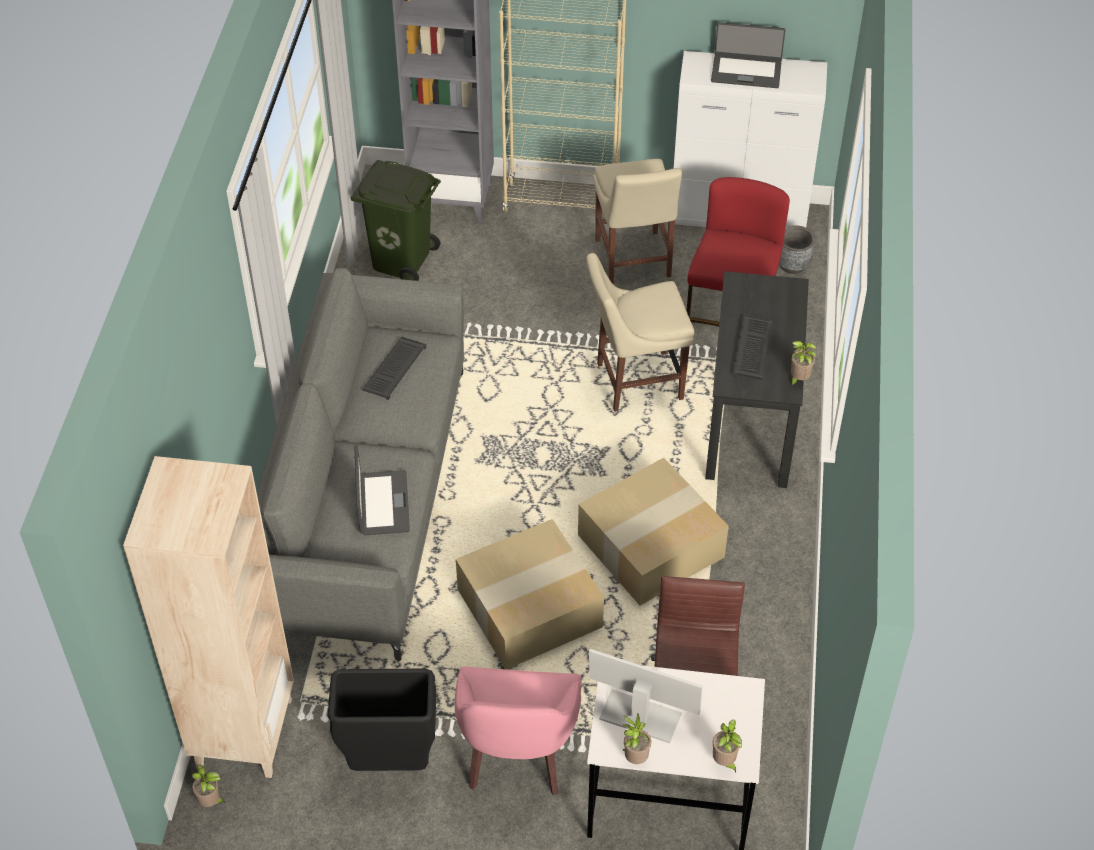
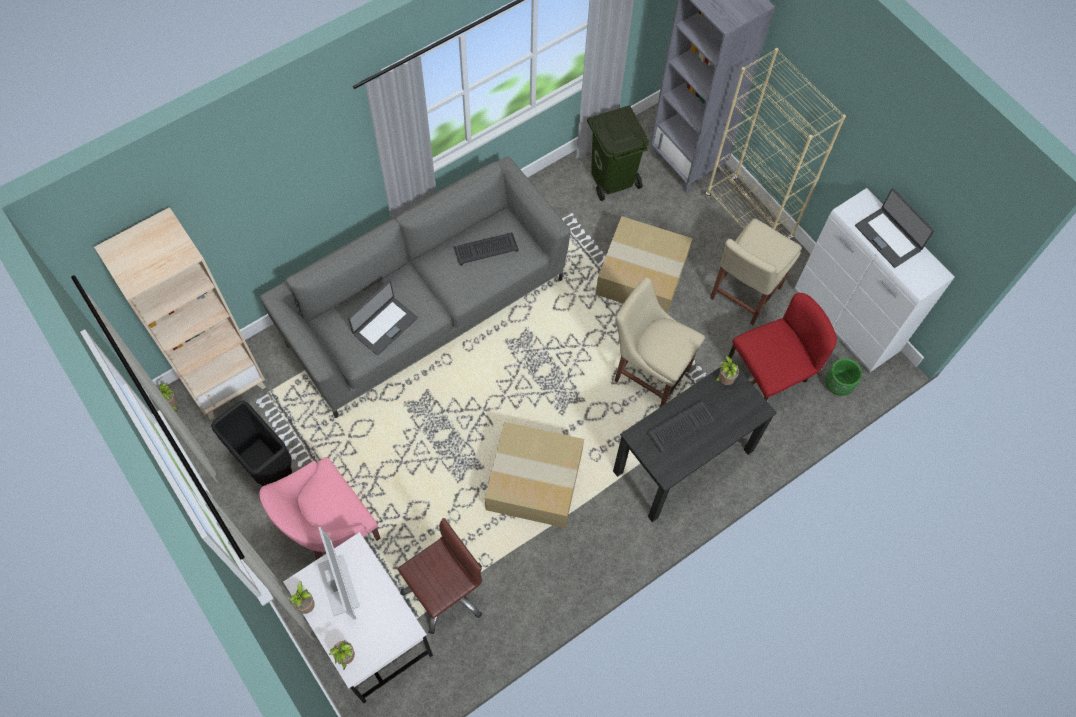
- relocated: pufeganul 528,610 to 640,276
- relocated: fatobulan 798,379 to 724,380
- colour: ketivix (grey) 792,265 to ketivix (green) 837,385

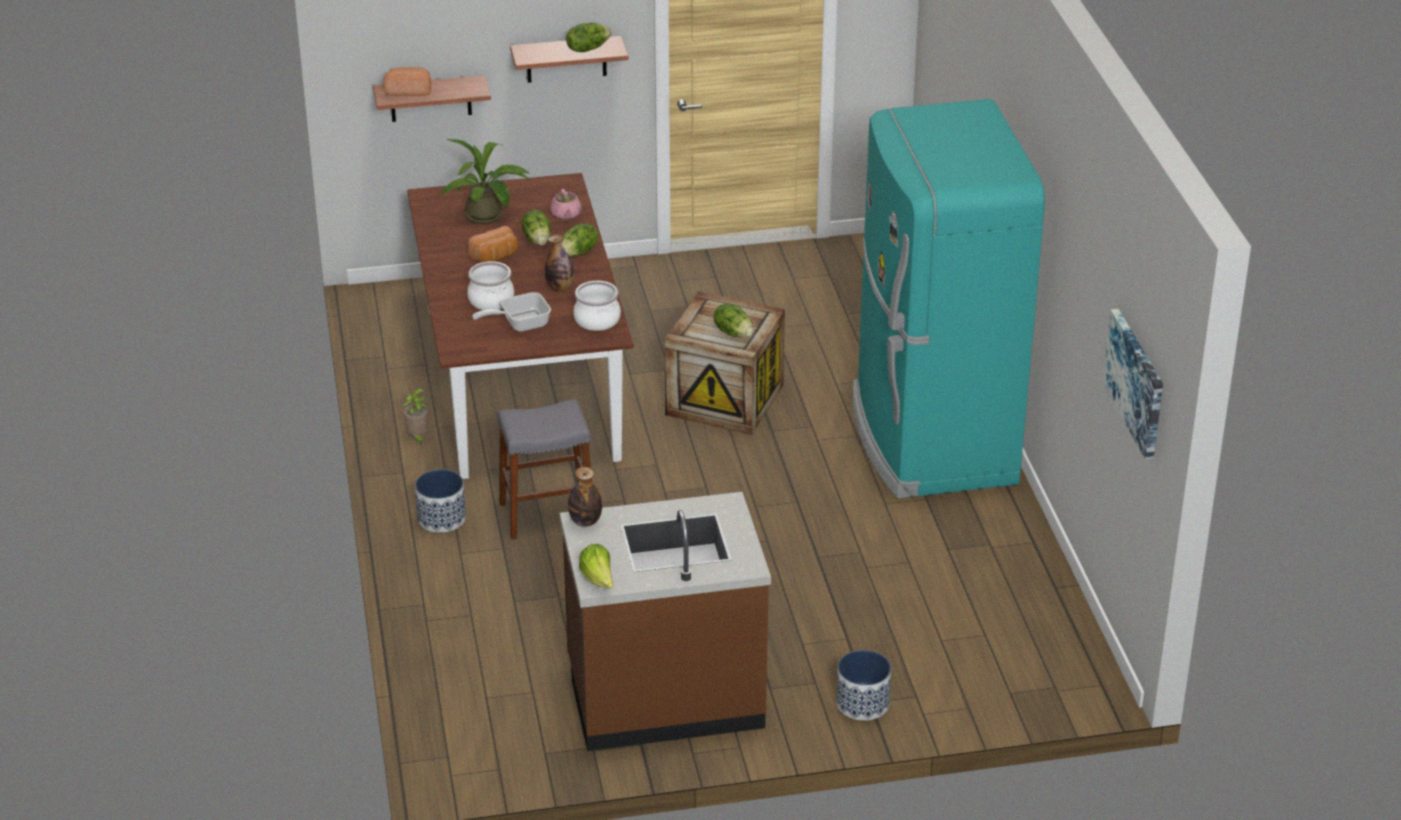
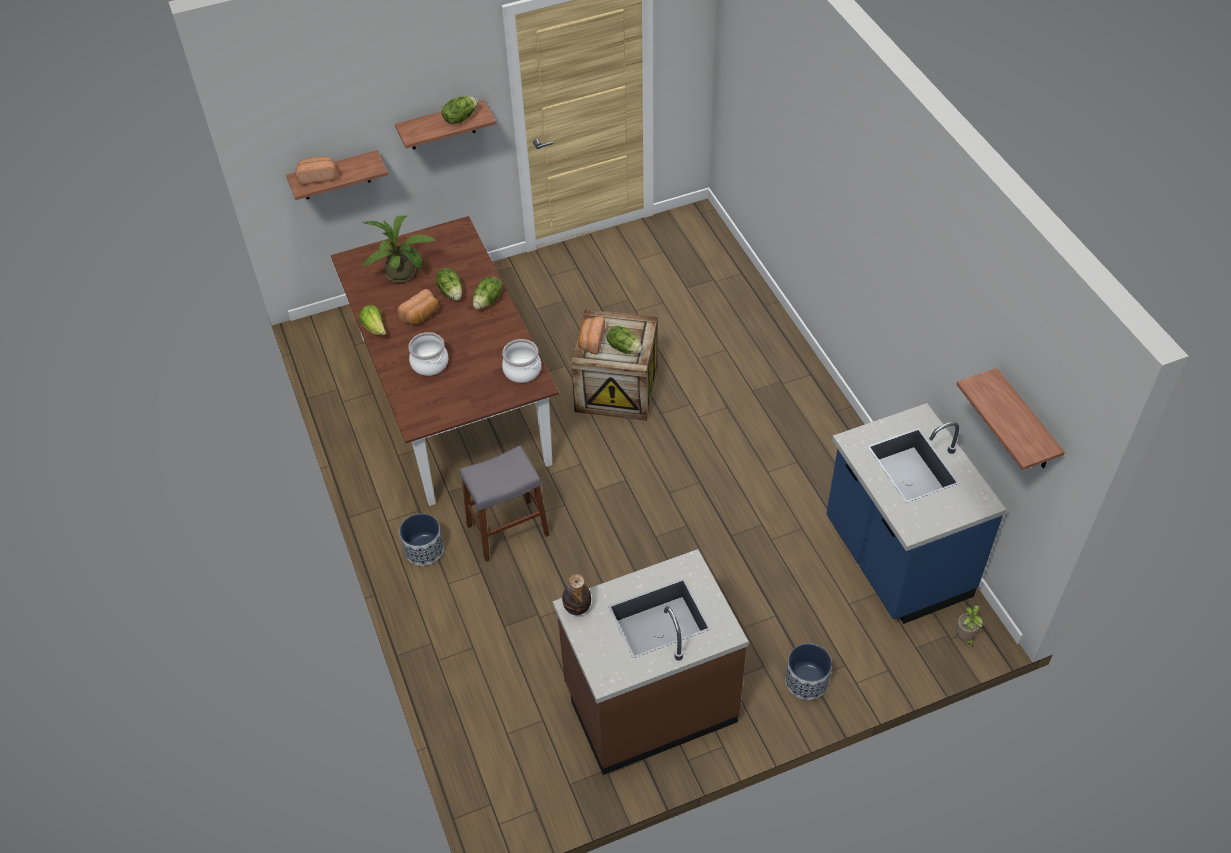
- missing: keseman 519,324
- missing: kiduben 560,287
- missing: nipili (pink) 566,214
- missing: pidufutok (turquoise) 930,439
- appeared: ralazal 591,341
- appeared: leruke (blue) 895,560
- relocated: fatobulan 417,437 to 964,638
- relocated: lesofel 598,579 to 375,328
- exchanged: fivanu 1136,382 to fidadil 1025,423

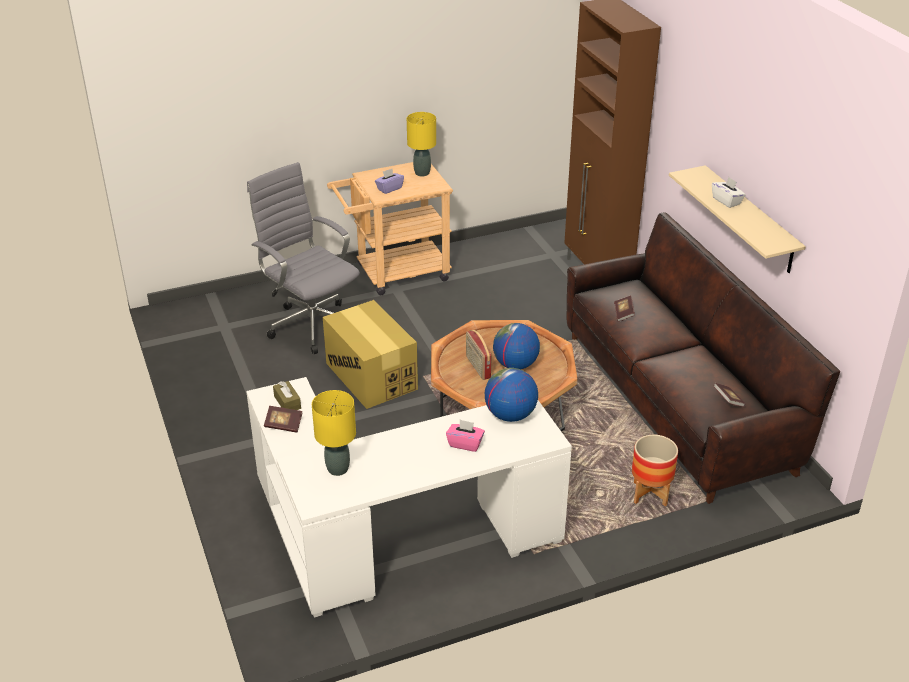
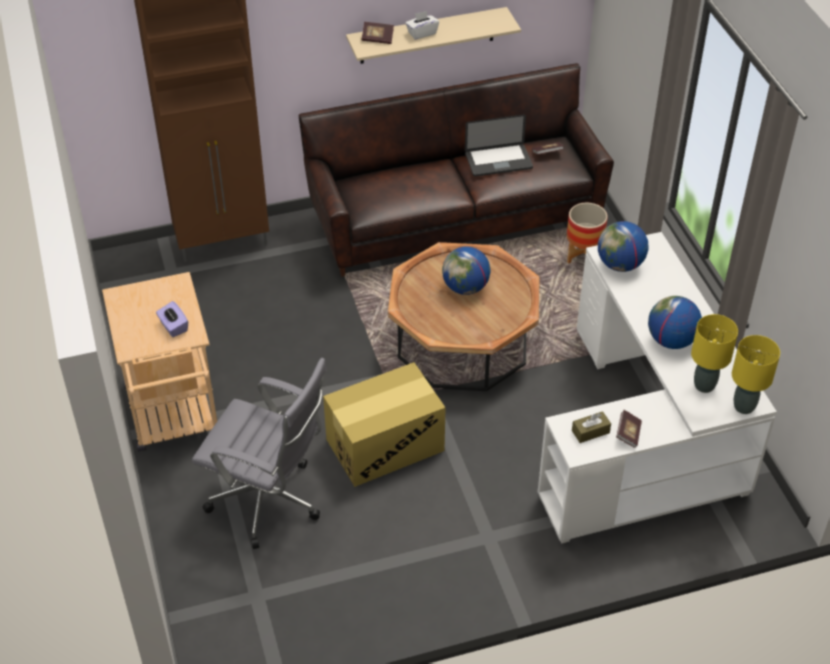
- missing: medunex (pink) 465,444
- missing: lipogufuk 477,367
- appeared: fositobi 498,161
- appeared: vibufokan 671,340
- relocated: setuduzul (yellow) 422,173 to 743,407
- relocated: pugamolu 623,314 to 377,39
- spun: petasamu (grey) 310,324 = 270,502 120 degrees counterclockwise

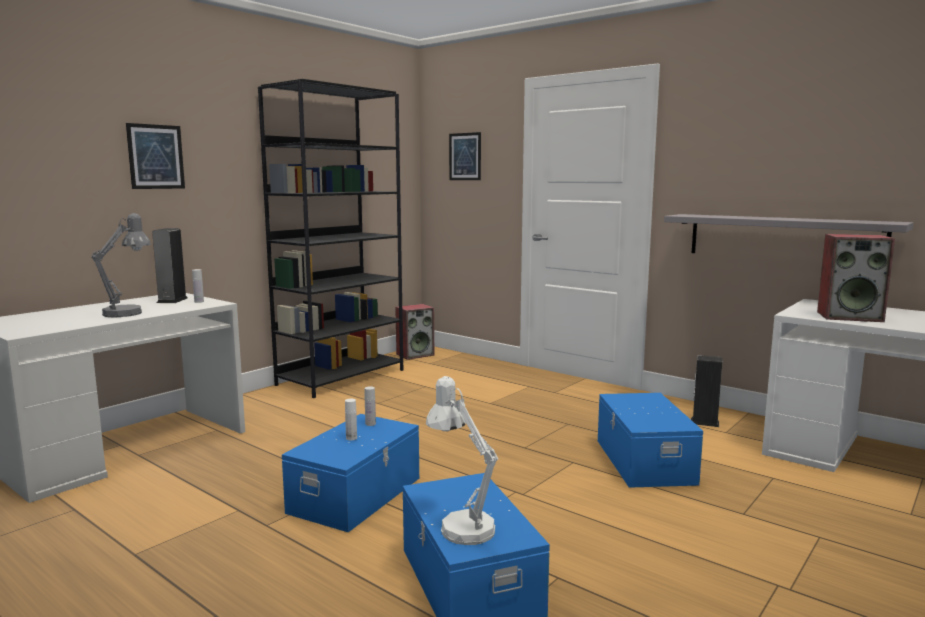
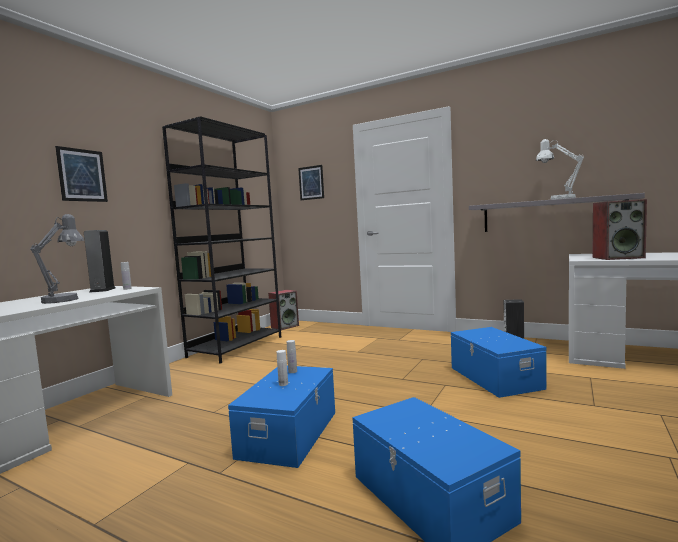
- relocated: setuduzul (white) 461,525 to 557,199

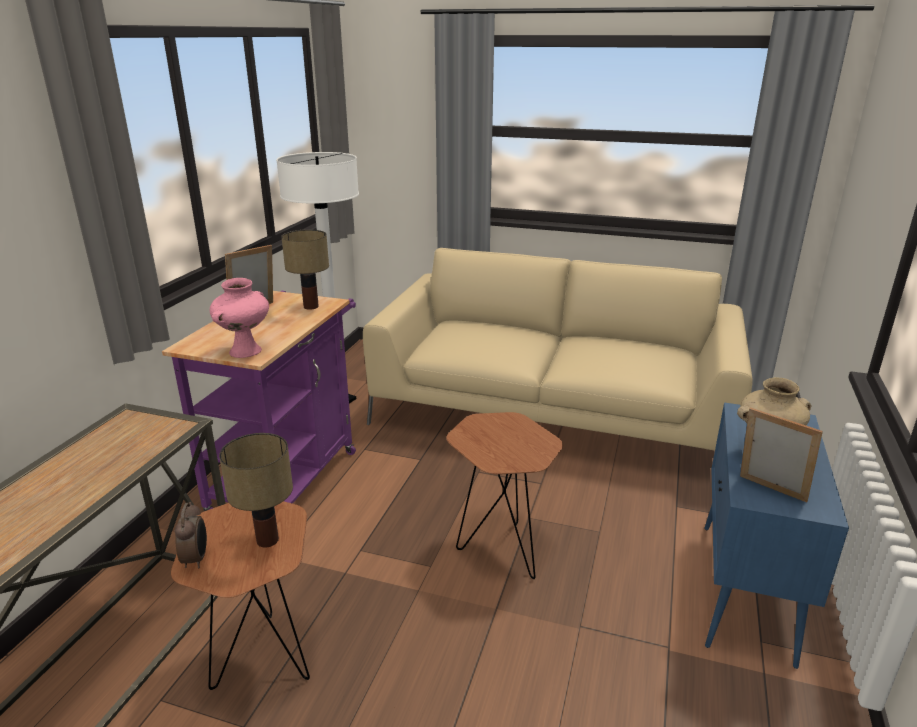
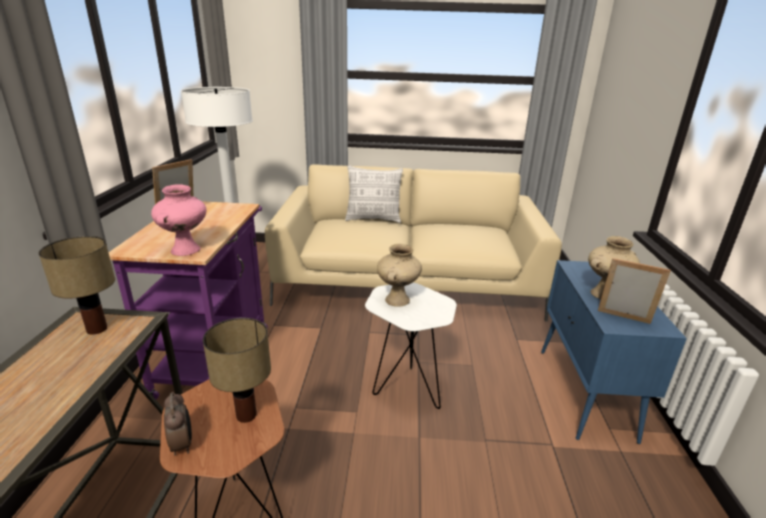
- appeared: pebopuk 373,219
- appeared: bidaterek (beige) 398,300
- relocated: setuduzul 311,306 to 98,328
- colour: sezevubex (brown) 500,548 to sezevubex (white) 405,388

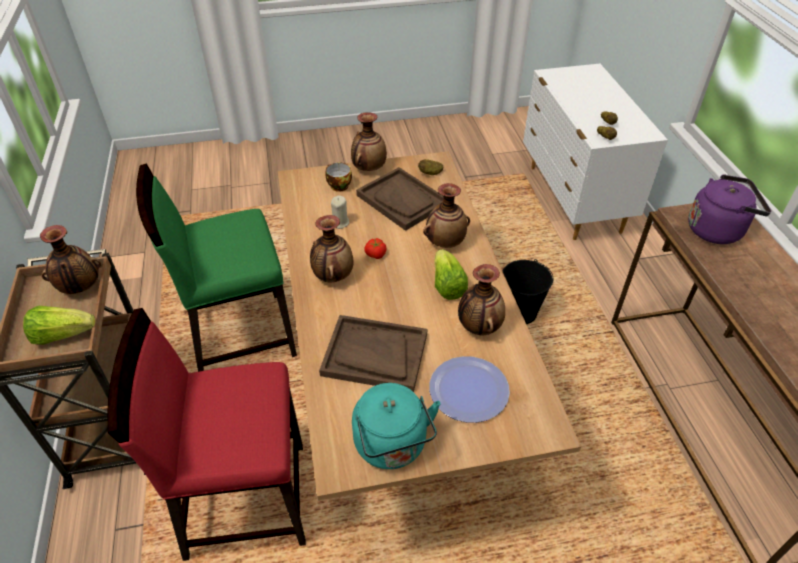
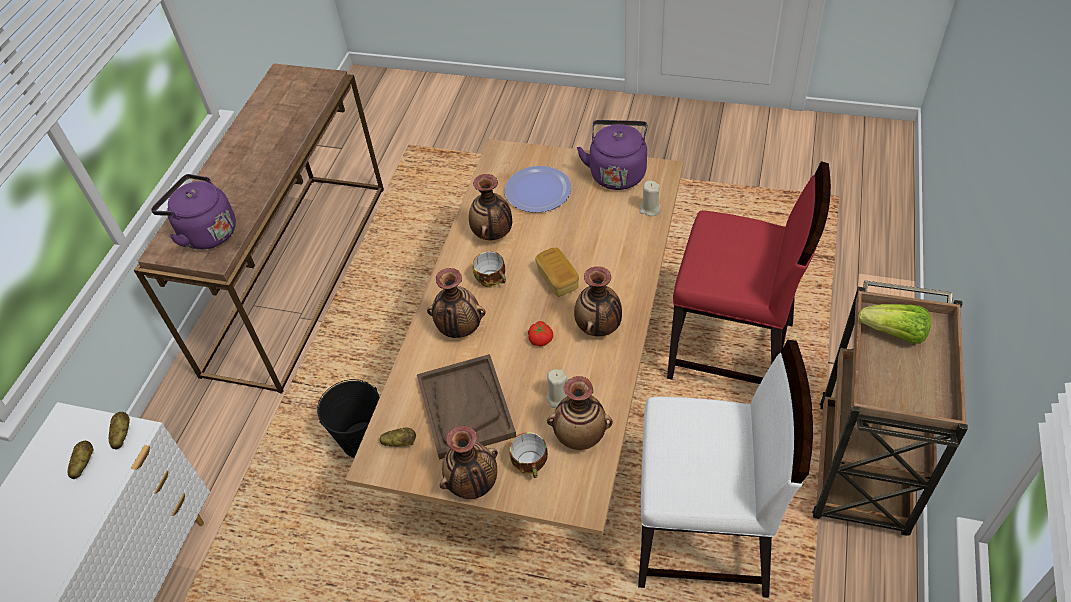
- missing: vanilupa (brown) 374,355
- appeared: ralazal 557,279
- appeared: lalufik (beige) 650,209
- relocated: bidaterek 80,288 to 580,436
- exchanged: lesofel 447,286 to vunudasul 492,279
- colour: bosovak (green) 239,336 to bosovak (white) 704,538
- colour: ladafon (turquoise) 392,447 to ladafon (purple) 617,172

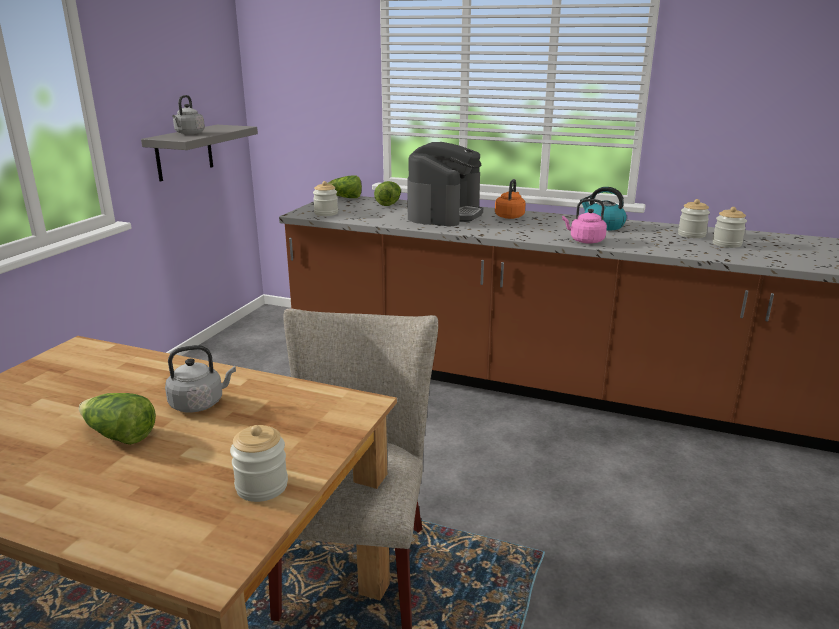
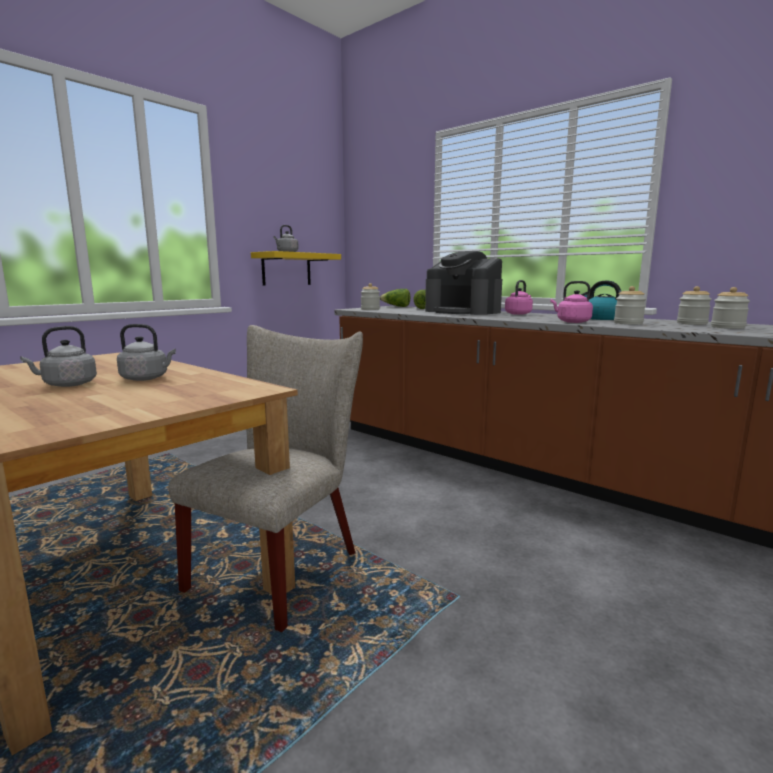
- relocated: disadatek 262,486 to 628,323
- exchanged: lesofel 119,435 to ladafon (grey) 67,385
- colour: fidadil (grey) 184,152 to fidadil (yellow) 286,269
- colour: ladafon (orange) 510,216 to ladafon (pink) 518,314
- spun: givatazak 444,214 = 463,312 90 degrees clockwise

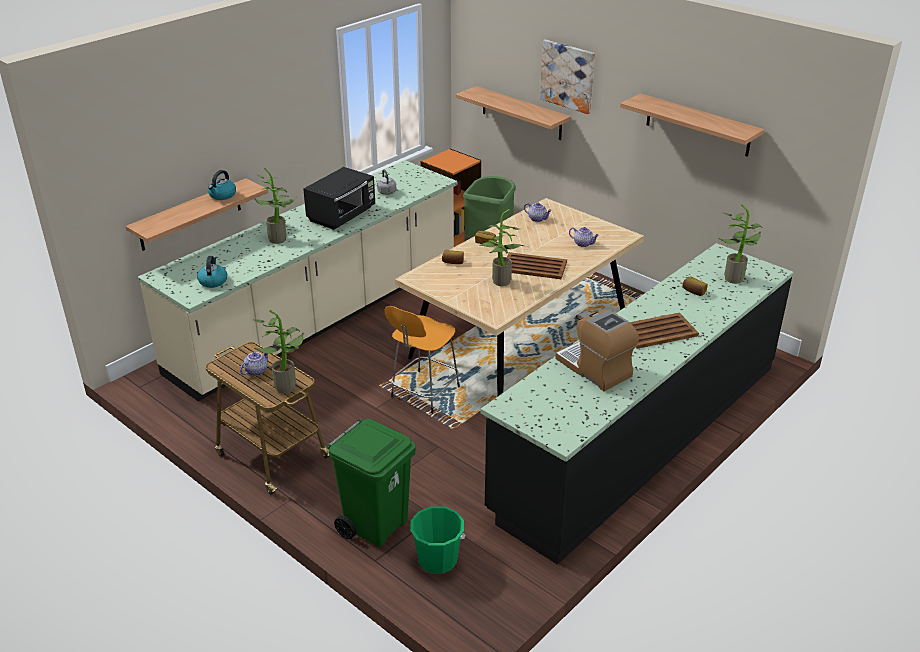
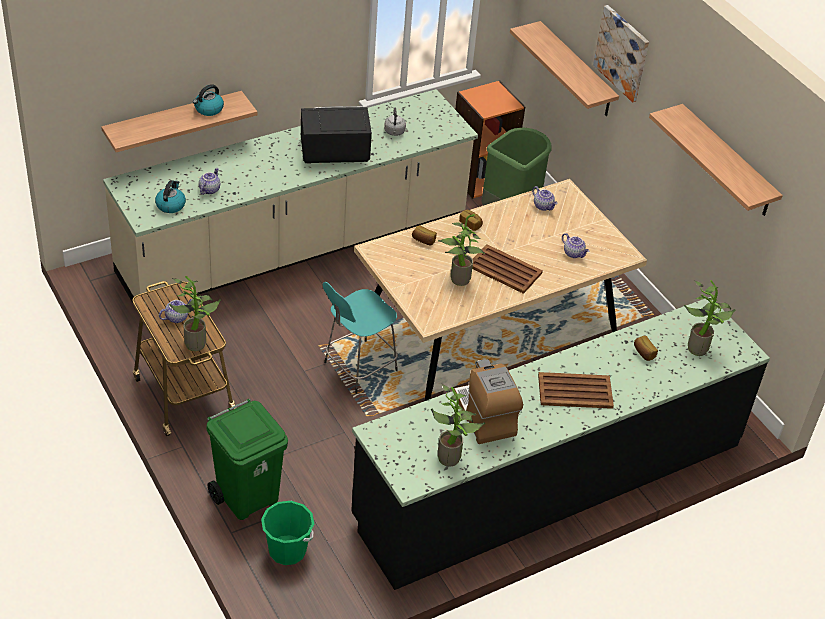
- appeared: nipili 209,189
- relocated: fatobulan 280,238 to 452,457
- colour: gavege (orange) 424,393 to gavege (turquoise) 358,368
- spun: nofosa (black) 342,215 = 333,152 150 degrees counterclockwise

